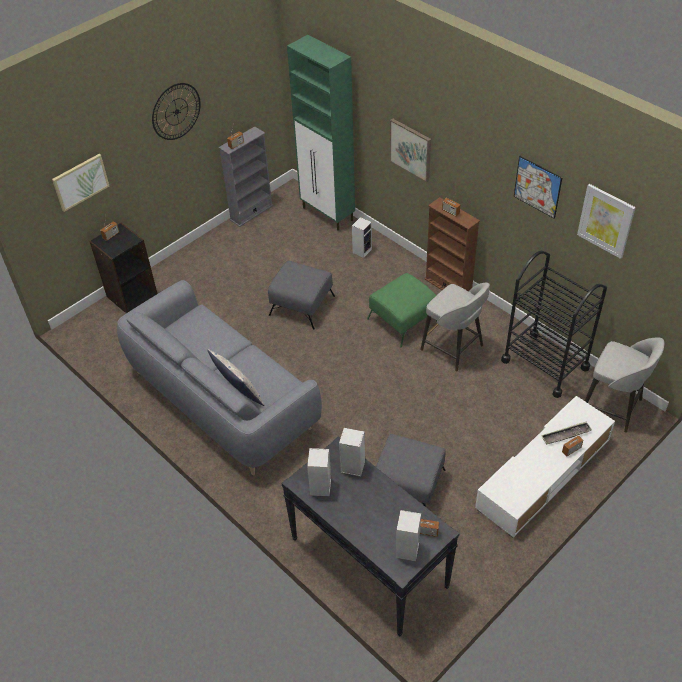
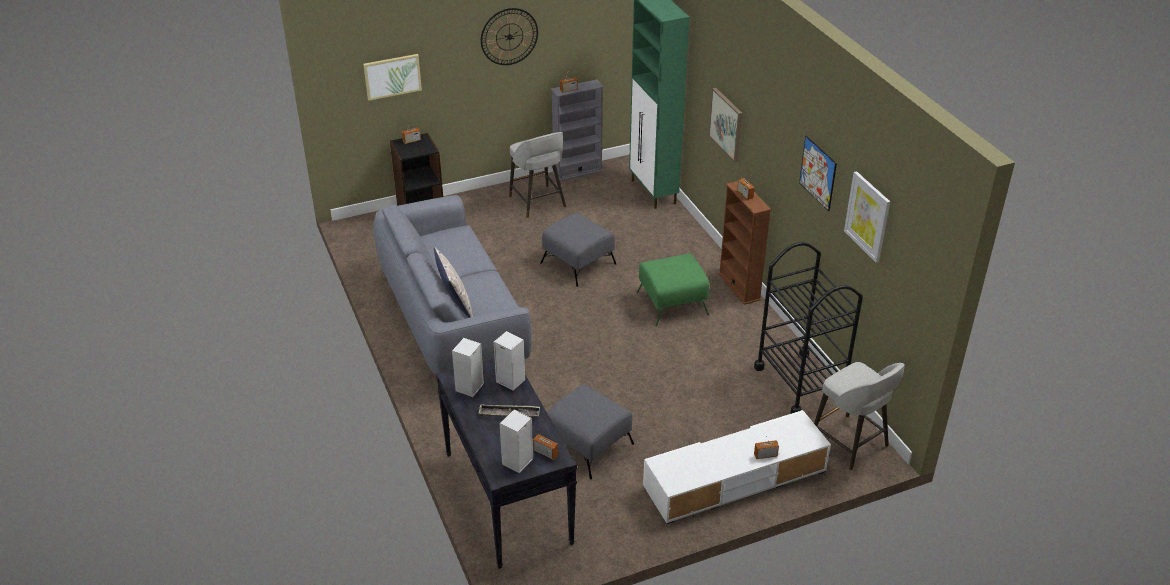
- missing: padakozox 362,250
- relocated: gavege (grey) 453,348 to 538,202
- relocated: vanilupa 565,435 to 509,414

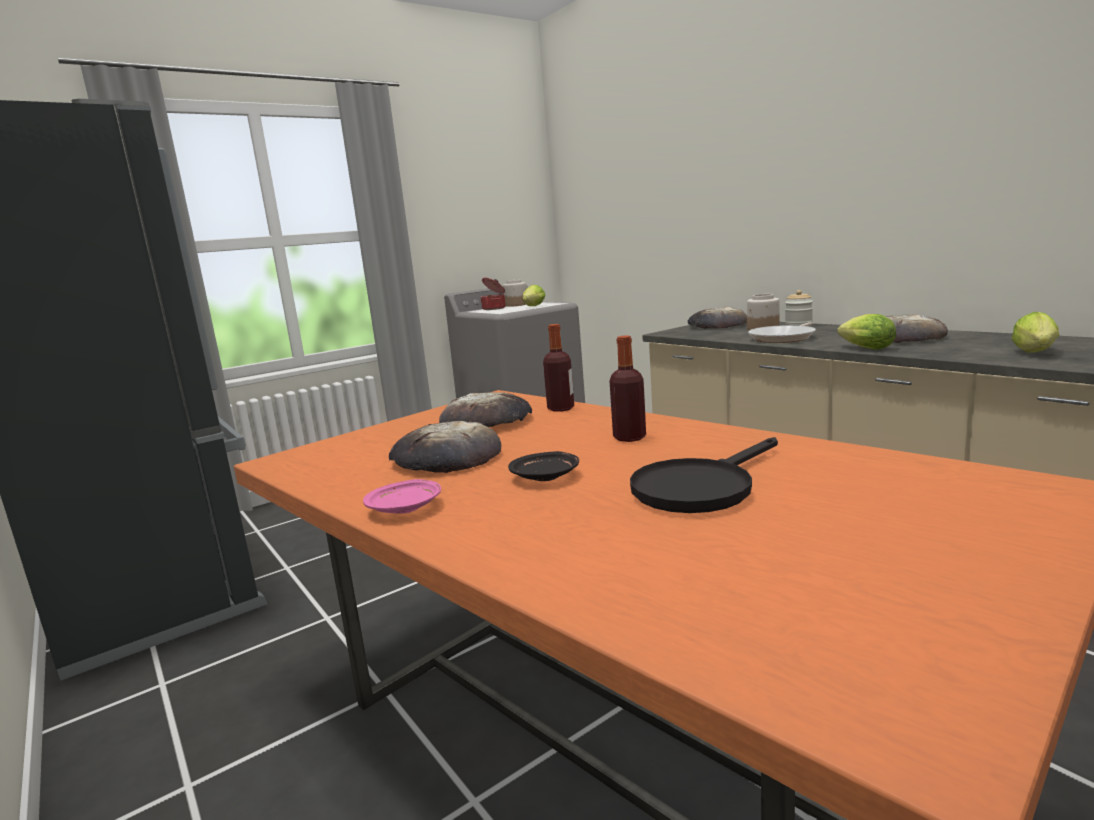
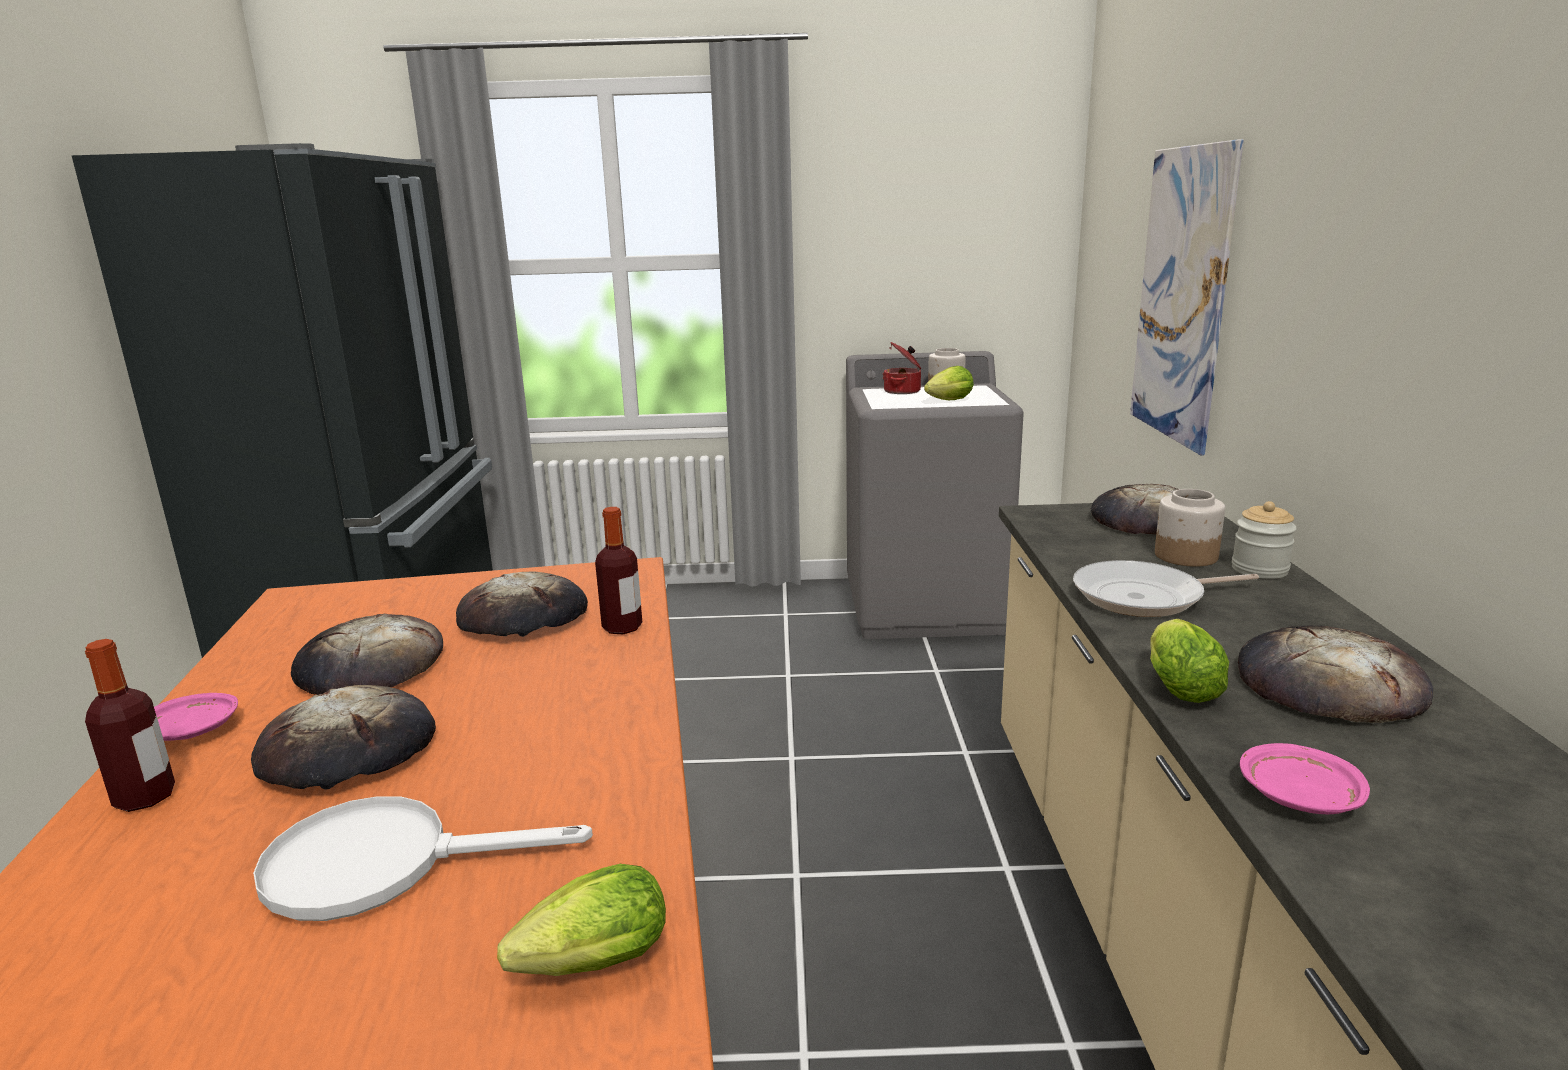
- appeared: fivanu 1181,296
- appeared: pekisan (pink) 1298,796
- relocated: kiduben 629,437 to 145,797
- relocated: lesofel 1035,353 to 587,967
- exchanged: pekisan (black) 546,476 to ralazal 348,750
- colour: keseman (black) 700,487 to keseman (white) 384,863

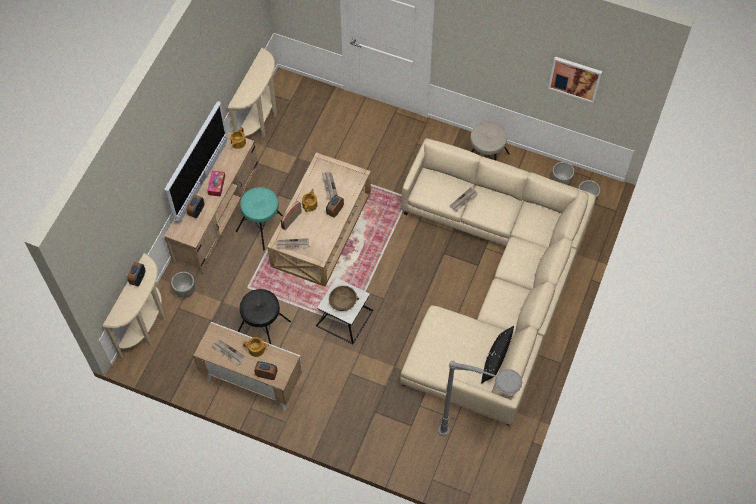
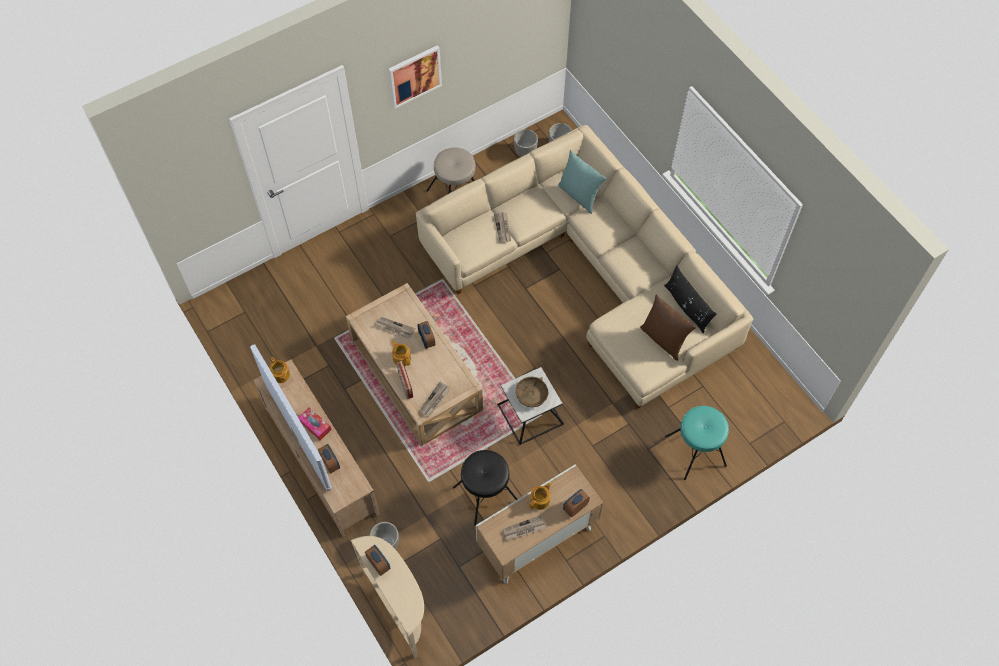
- missing: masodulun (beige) 261,122
- missing: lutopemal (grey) 478,443
- appeared: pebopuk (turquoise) 579,195
- appeared: pebopuk (brown) 663,339
- relocated: gavege (turquoise) 263,227 to 696,450
- relocated: fivanu 575,78 to 414,76

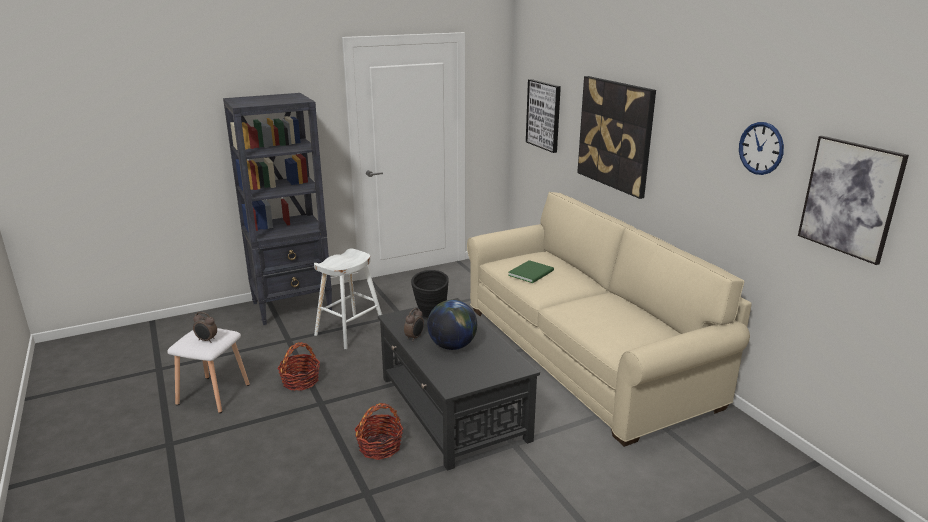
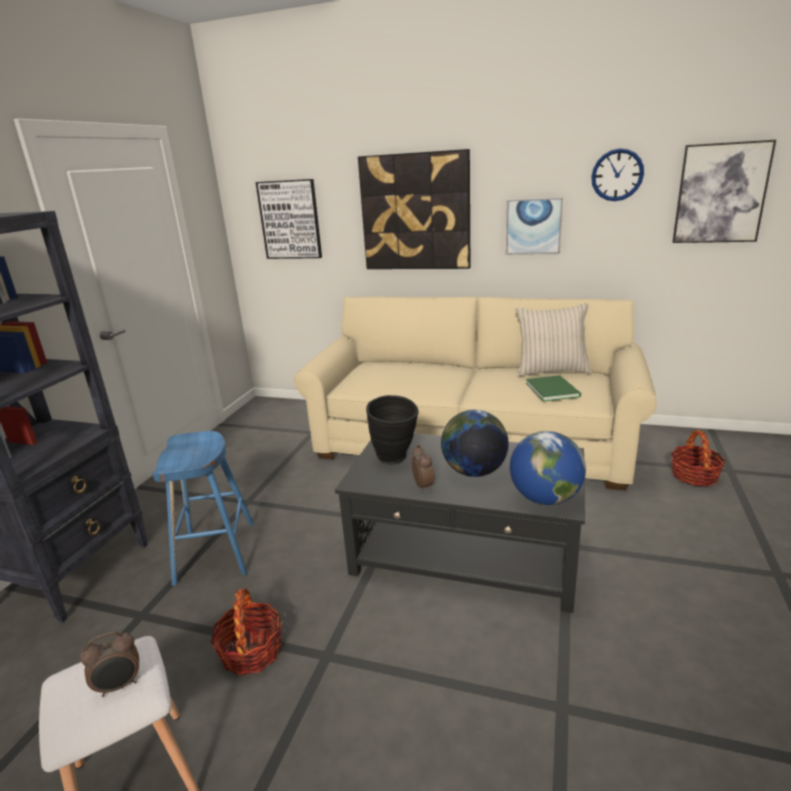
- appeared: fivanu 533,226
- appeared: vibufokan 545,498
- appeared: pebopuk (beige) 551,371
- relocated: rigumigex 380,446 to 694,476
- relocated: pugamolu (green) 532,273 to 553,389
- colour: gavege (white) 350,331 to gavege (blue) 215,552

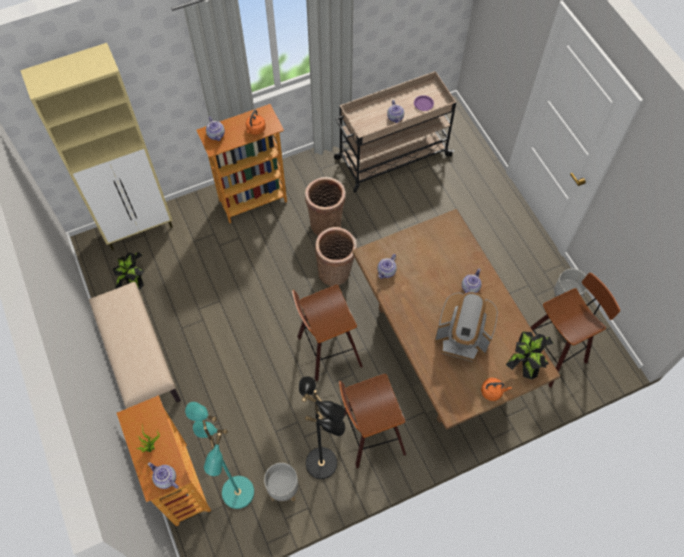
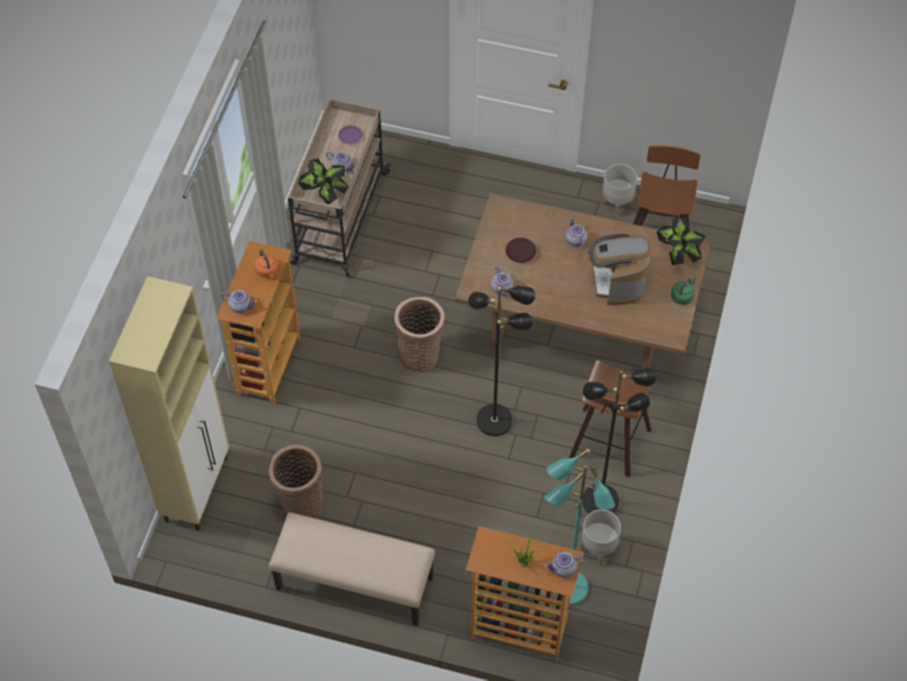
- appeared: pekisan (brown) 520,252
- relocated: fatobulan 133,280 to 325,195
- relocated: rigumigex 326,223 to 300,502
- exchanged: gavege 327,351 to lutopemal (black) 495,419
- colour: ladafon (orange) 492,391 to ladafon (green) 683,296
- spun: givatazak 462,338 = 617,282 120 degrees clockwise

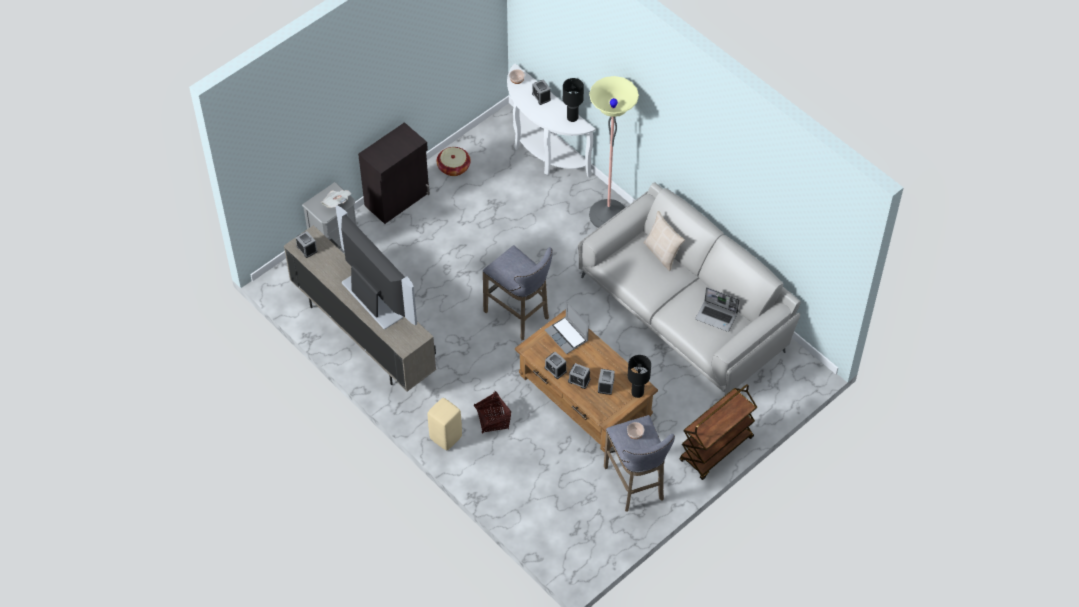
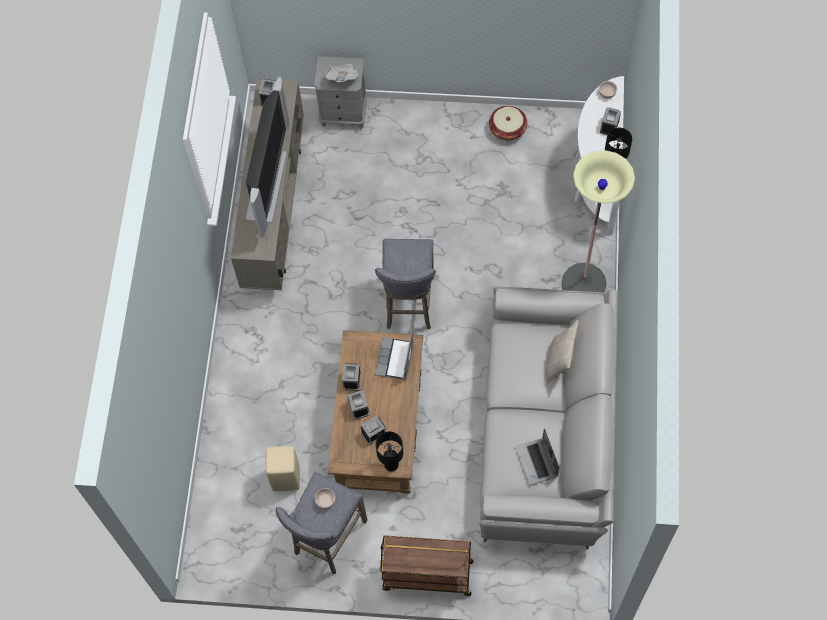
- missing: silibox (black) 398,199
- missing: rigumigex 492,420
- relocated: gavege (beige) 445,437 to 286,478

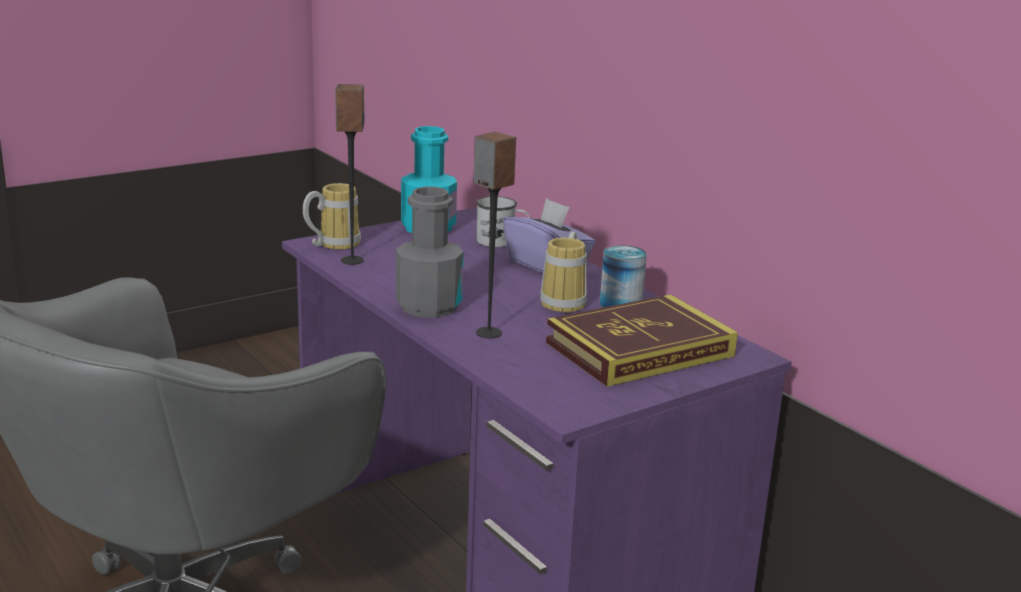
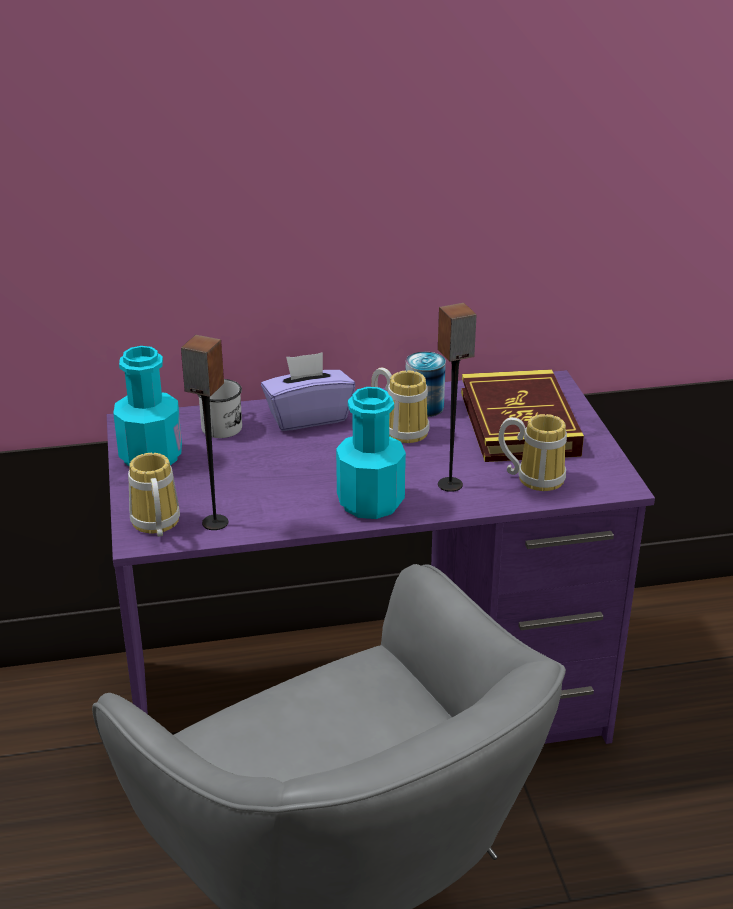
- appeared: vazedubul 534,477
- colour: kiduben (grey) 428,306 to kiduben (turquoise) 370,502

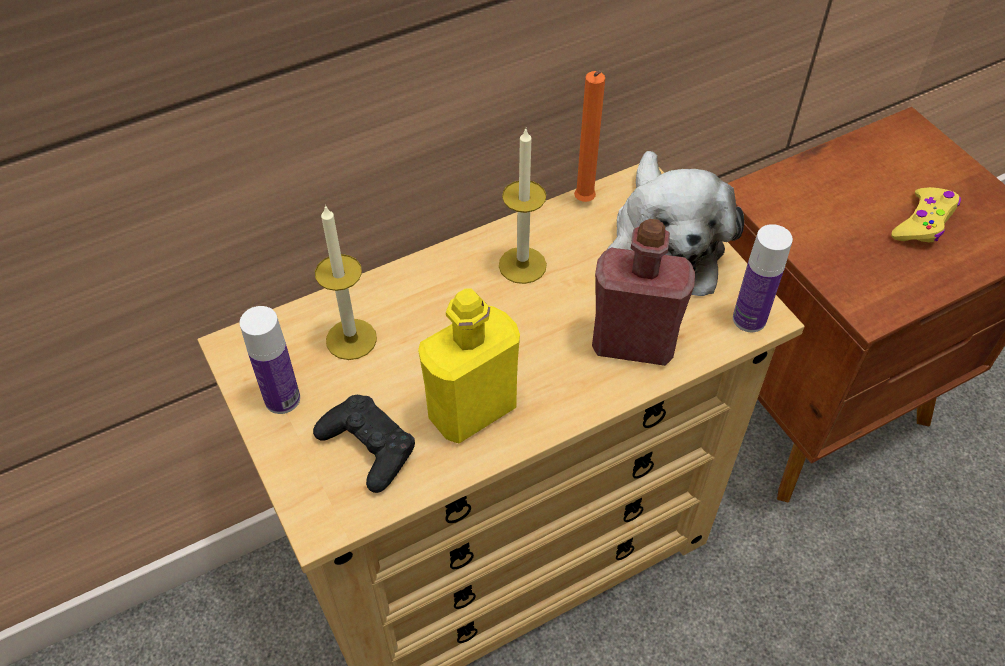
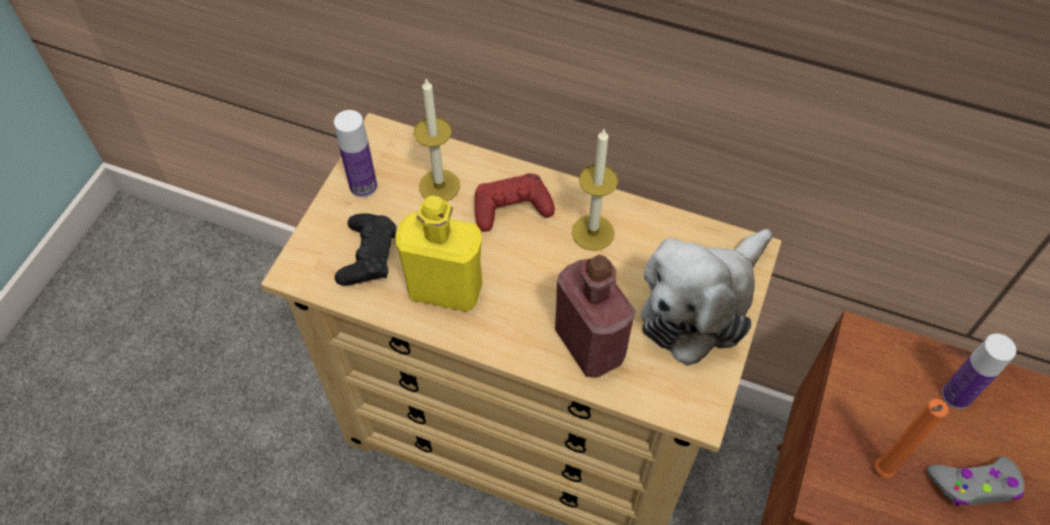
- appeared: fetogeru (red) 511,207
- relocated: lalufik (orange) 583,203 to 879,472
- relocated: kiduben 749,319 to 956,395
- colour: fetogeru (yellow) 923,223 to fetogeru (grey) 974,485

